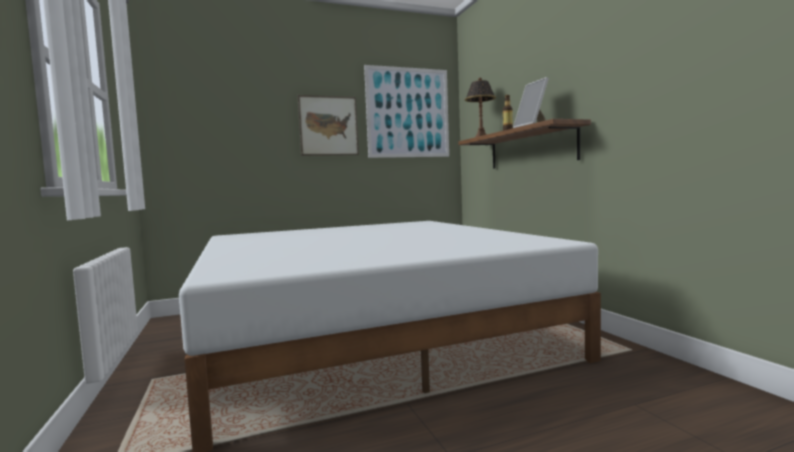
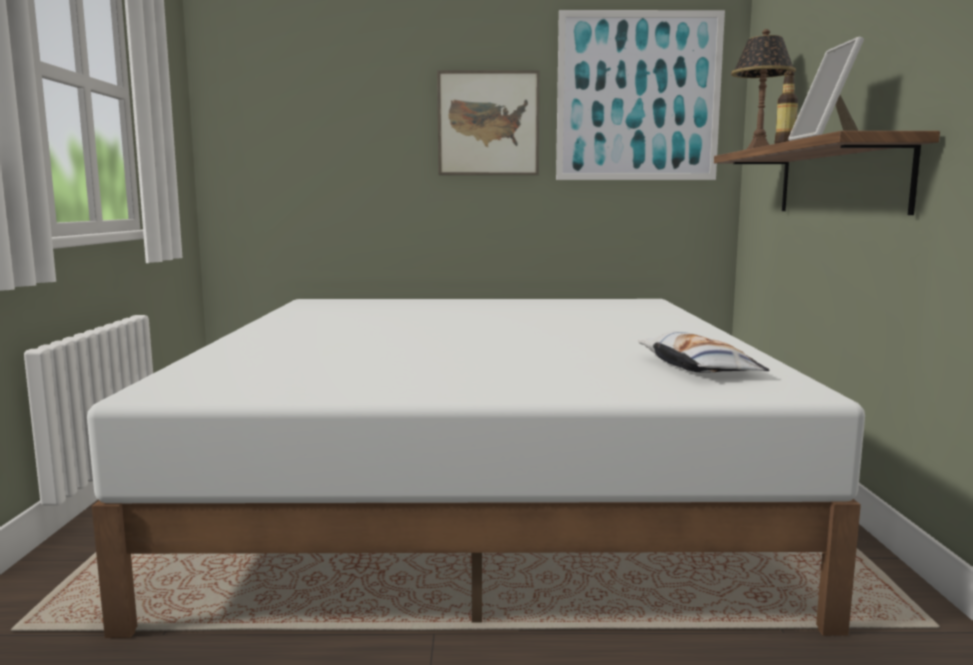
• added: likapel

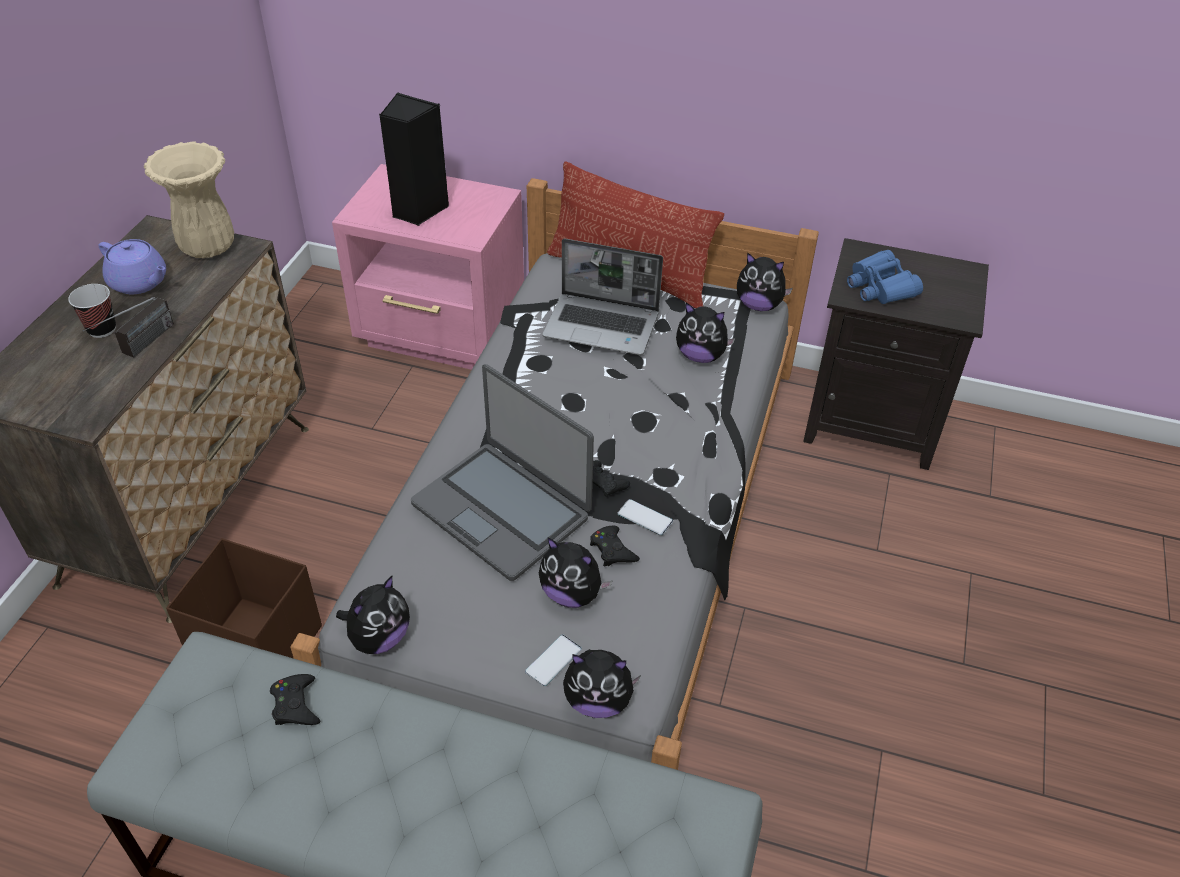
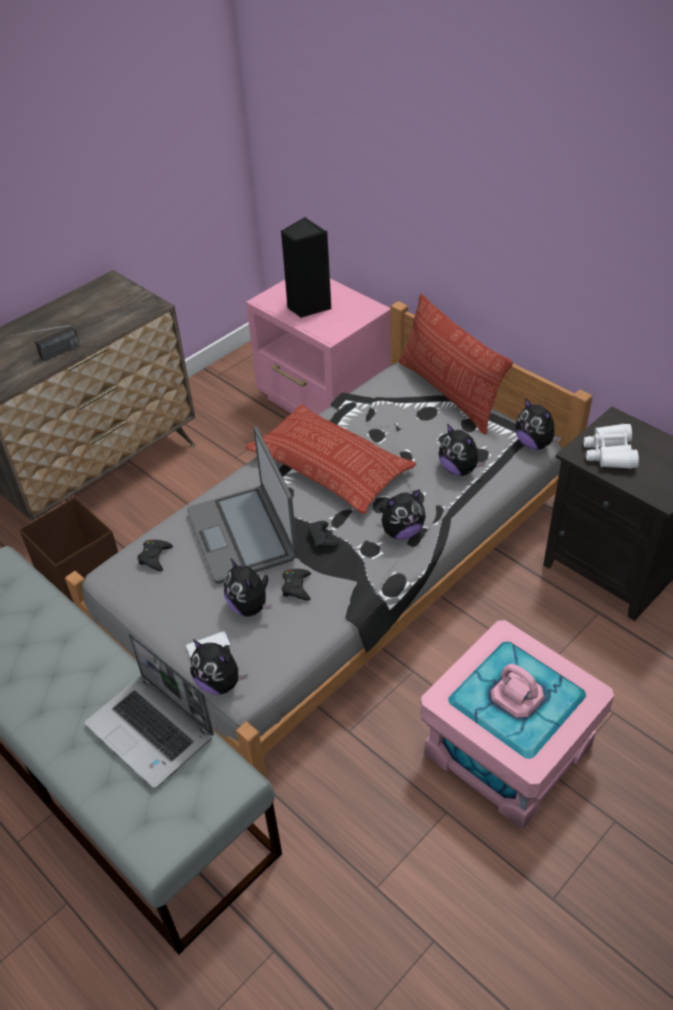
• moved: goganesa (2nd from left in the first image) to goganesa (1st from left)
• moved: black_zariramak (1st from left)
• added: likapel (1st from left)
• moved: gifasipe (1st from left in the first image) to gifasipe (3rd from left)
• added: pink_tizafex
• recoloured: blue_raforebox to white_raforebox
• removed: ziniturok
• removed: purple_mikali
• removed: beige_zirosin
• removed: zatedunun (2nd from left)

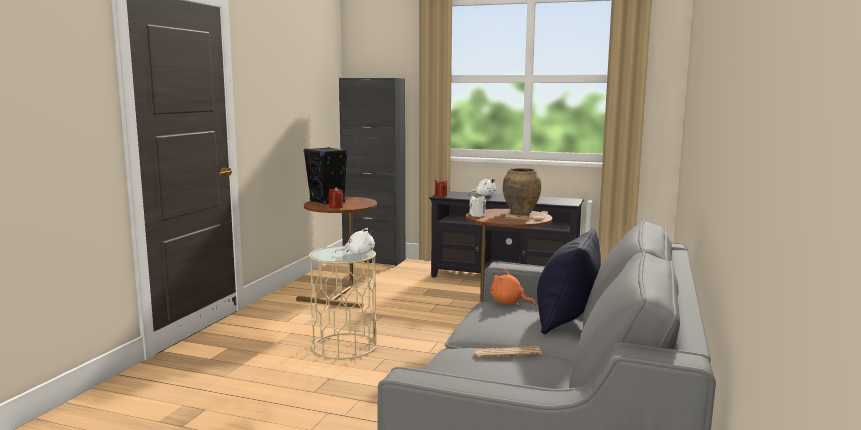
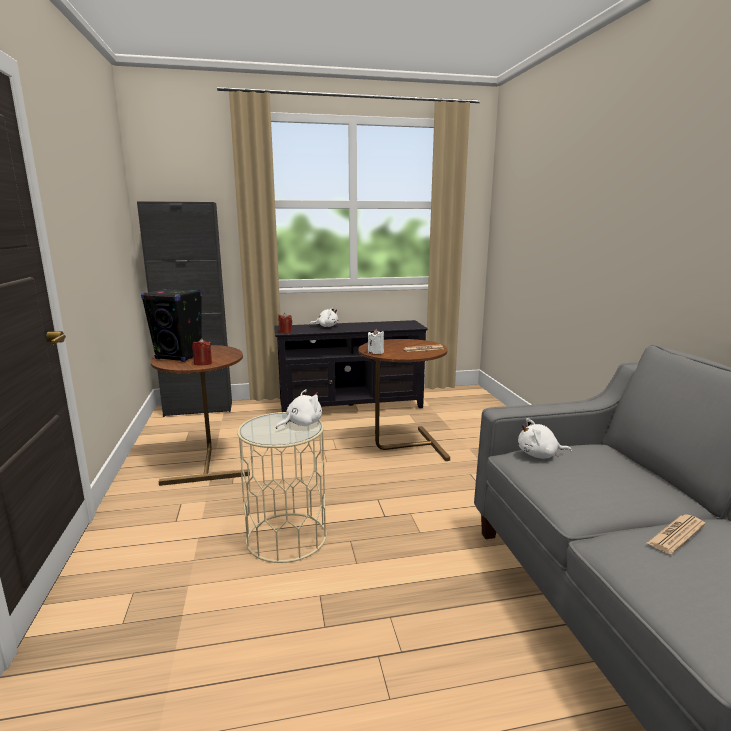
• recoloured: orange_gifasipe to white_gifasipe (3rd from left)
• removed: brown_zirosin
• removed: black_likapel

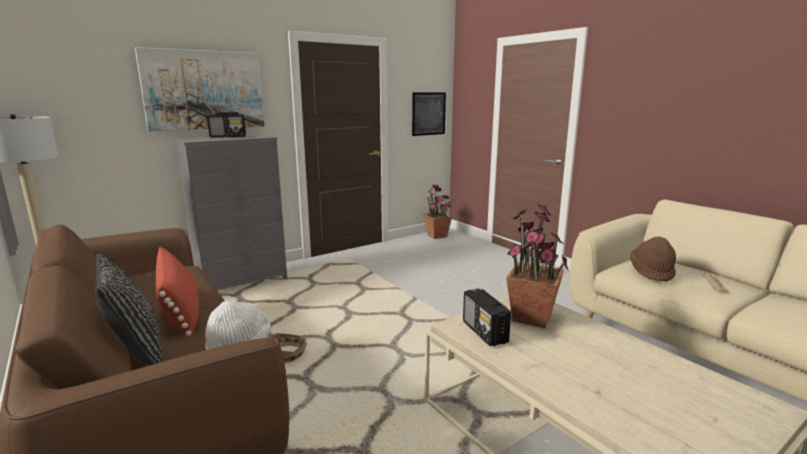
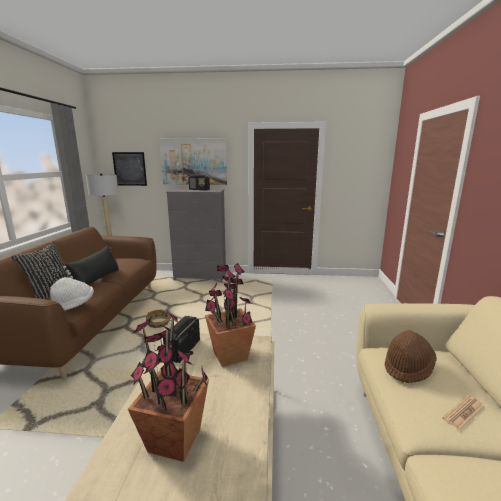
• recoloured: red_likapel to black_likapel (2nd from left)
• moved: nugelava (2nd from left in the first image) to nugelava (1st from left)
• moved: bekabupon (1st from left)

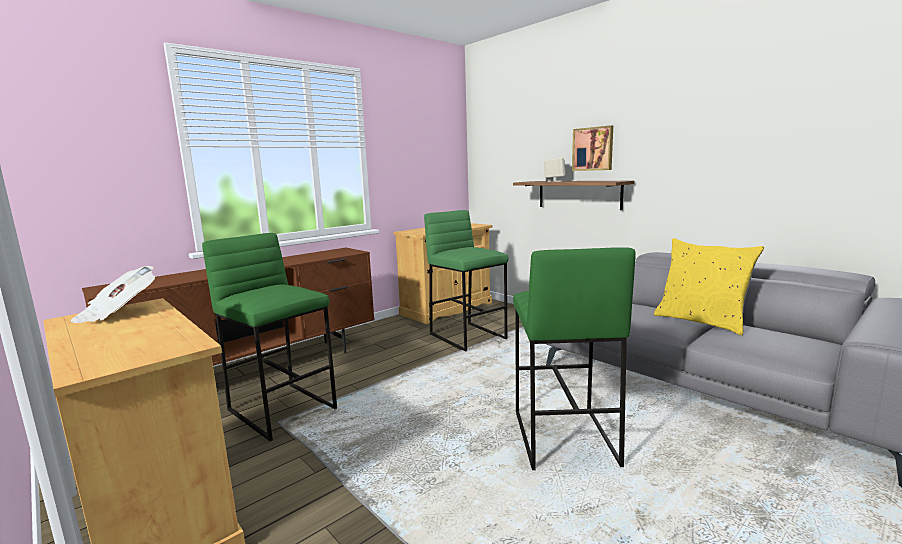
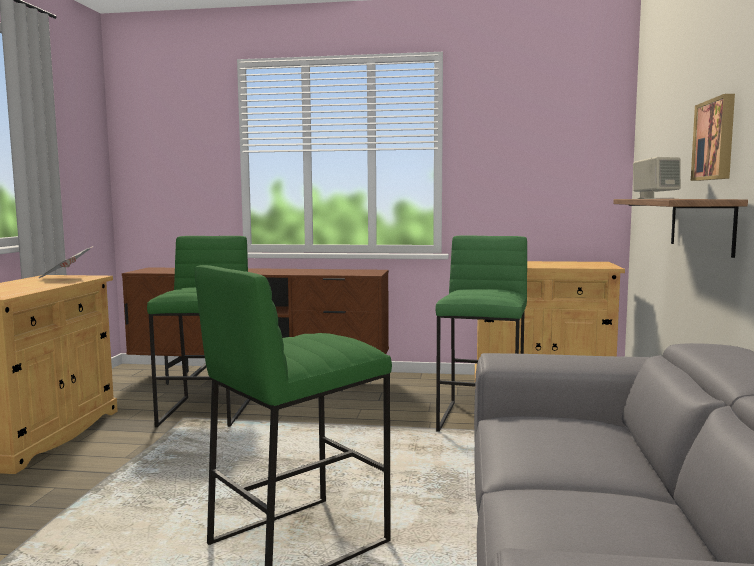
• removed: yellow_likapel

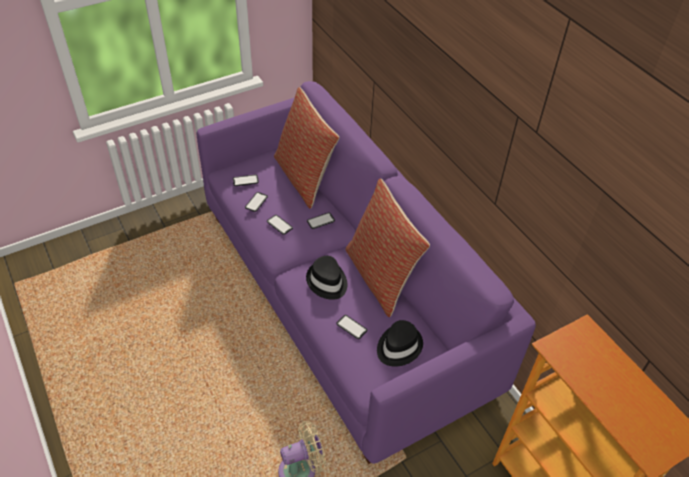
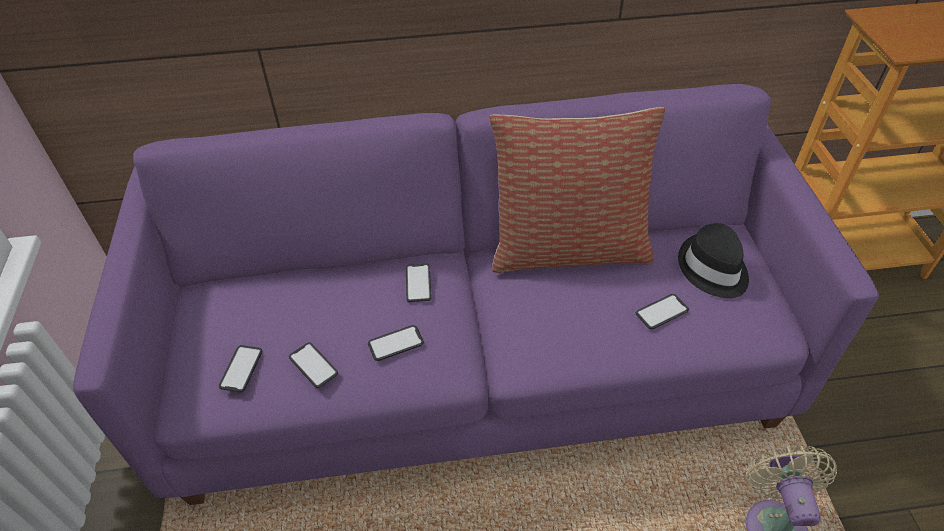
• removed: likapel (1st from left)
• removed: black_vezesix (1st from left)

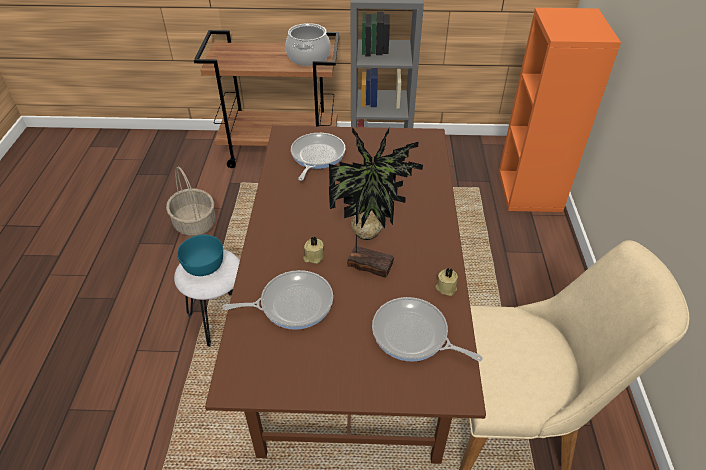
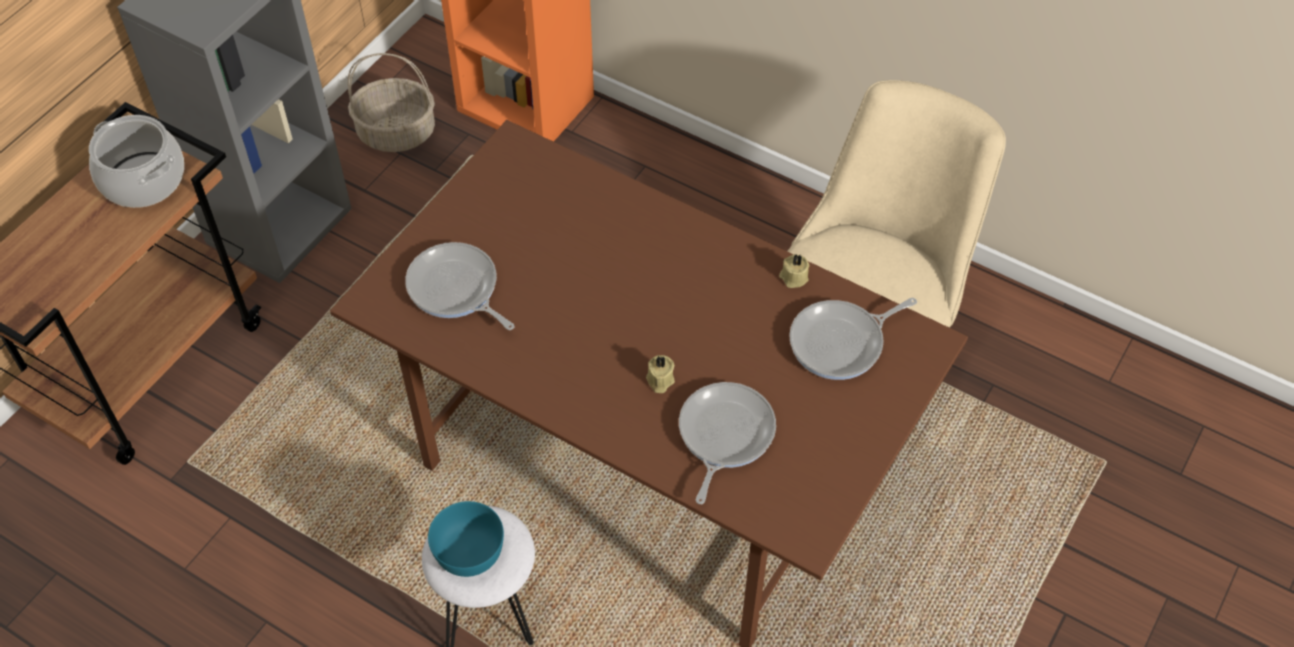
• moved: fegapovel
• removed: bekabupon

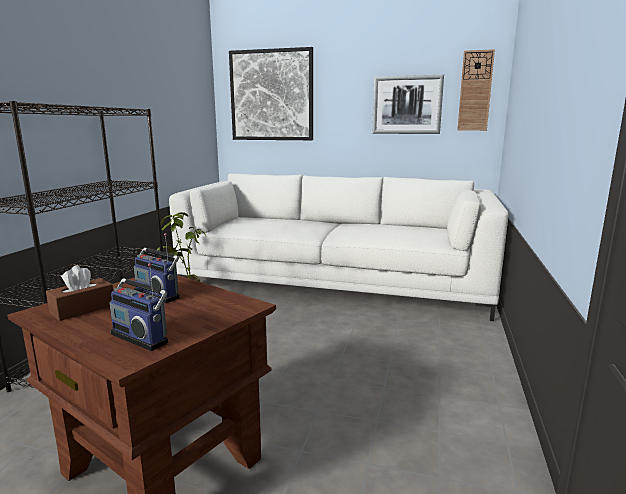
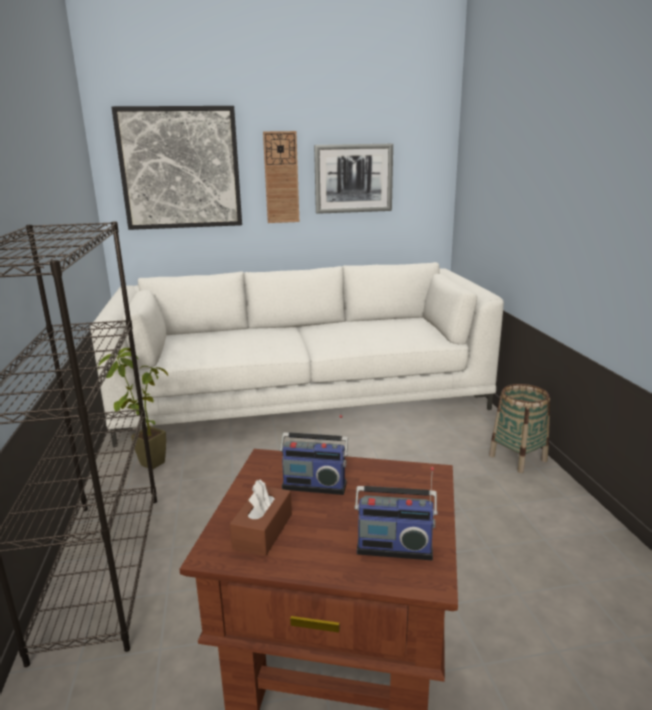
• moved: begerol
• added: fegapovel

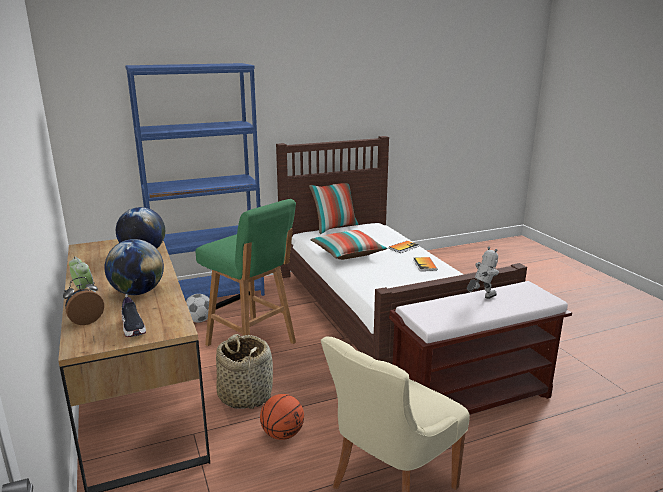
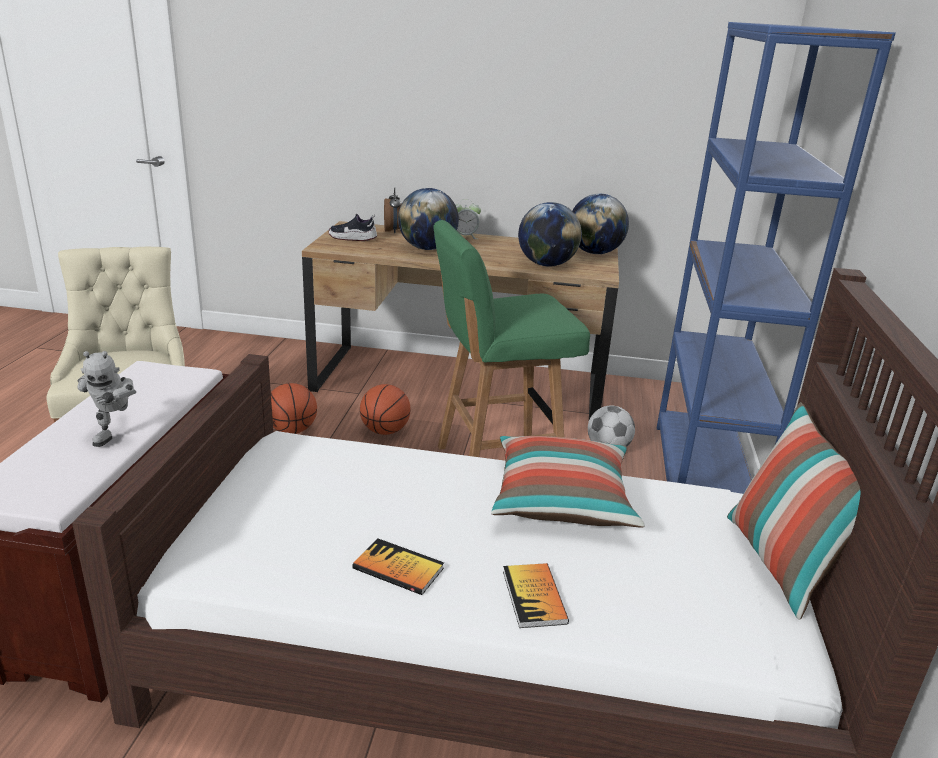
• replaced: fegapovel to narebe (2nd from left)
• added: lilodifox (3rd from left)

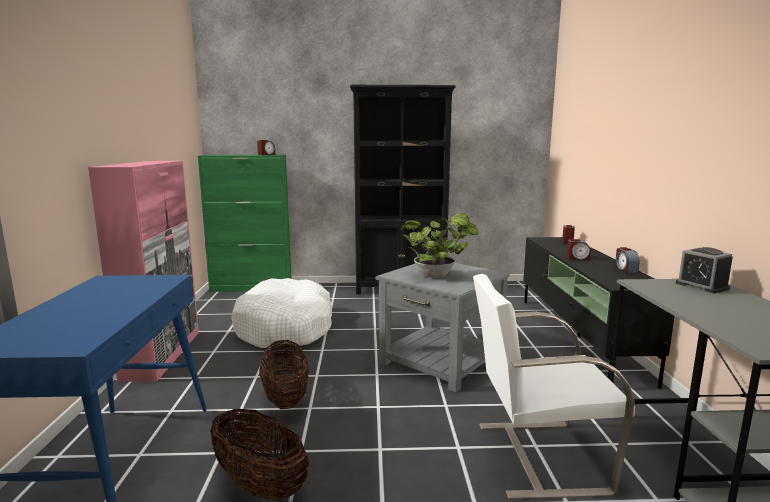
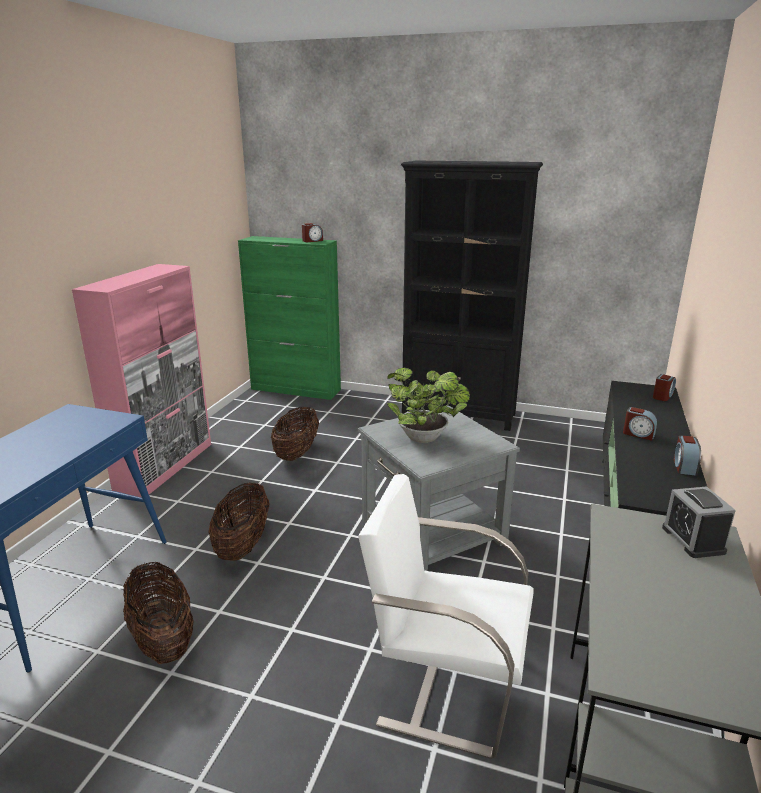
• replaced: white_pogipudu to fegapovel (3rd from left)

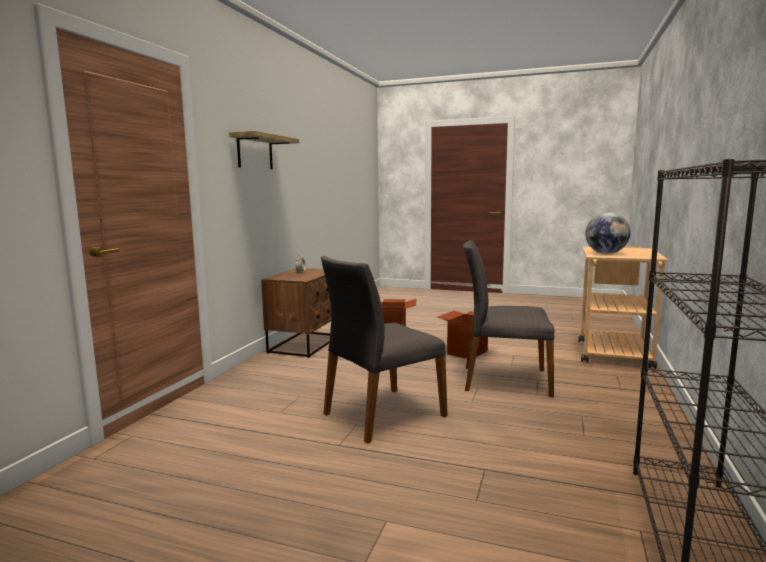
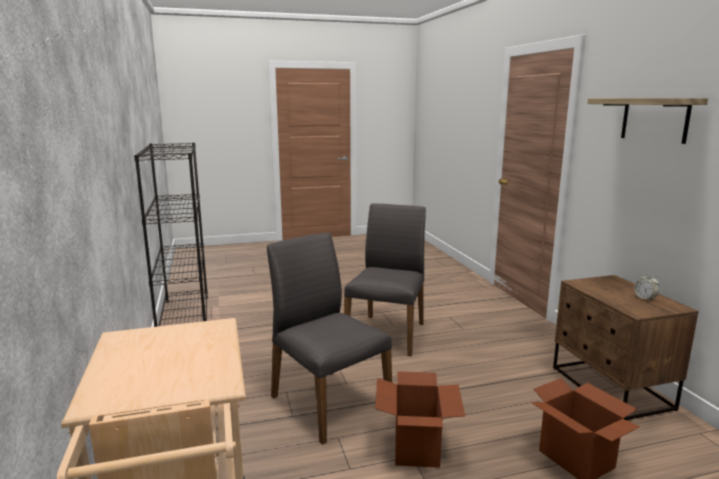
• turned: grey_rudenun (2nd from left in the first image) 105 degrees counterclockwise
• removed: lilodifox

